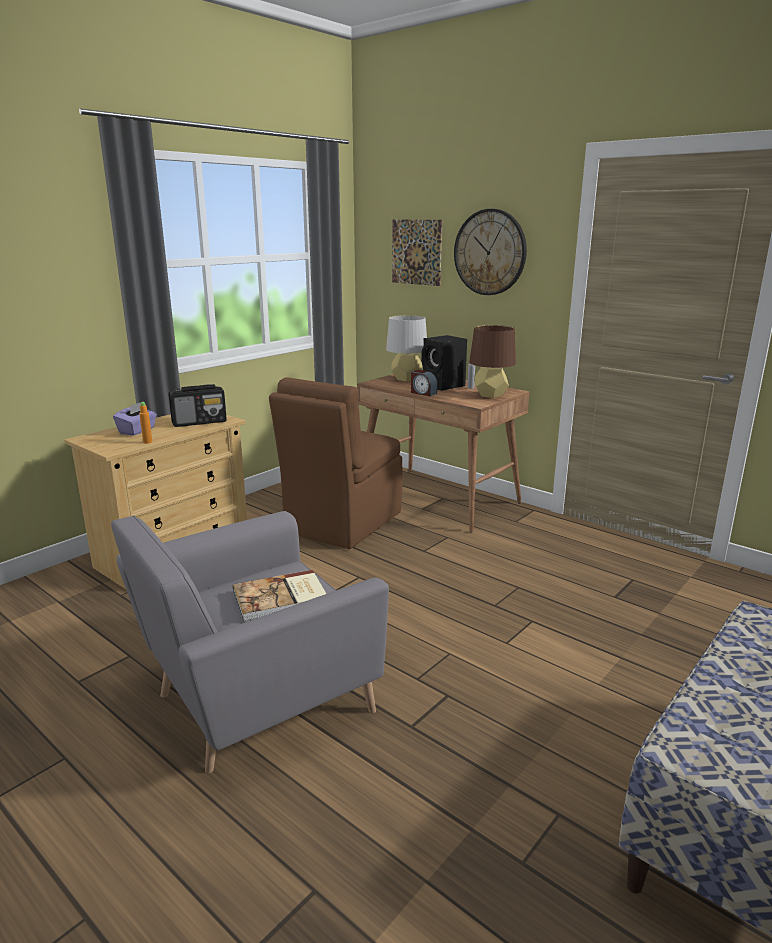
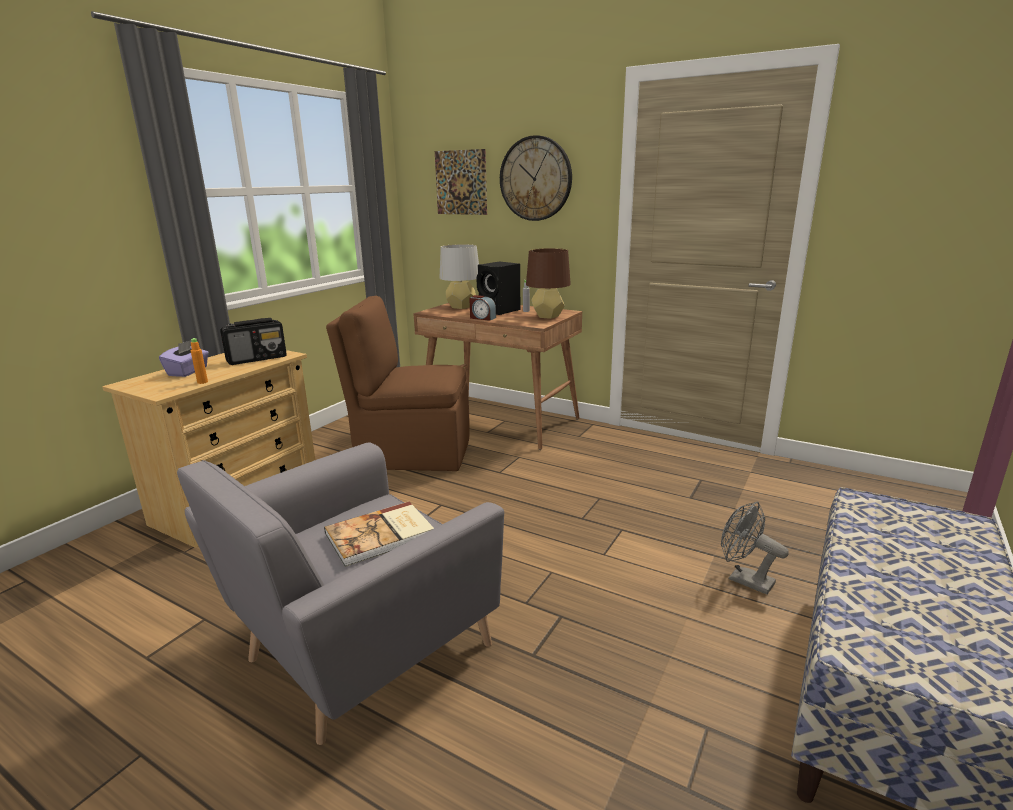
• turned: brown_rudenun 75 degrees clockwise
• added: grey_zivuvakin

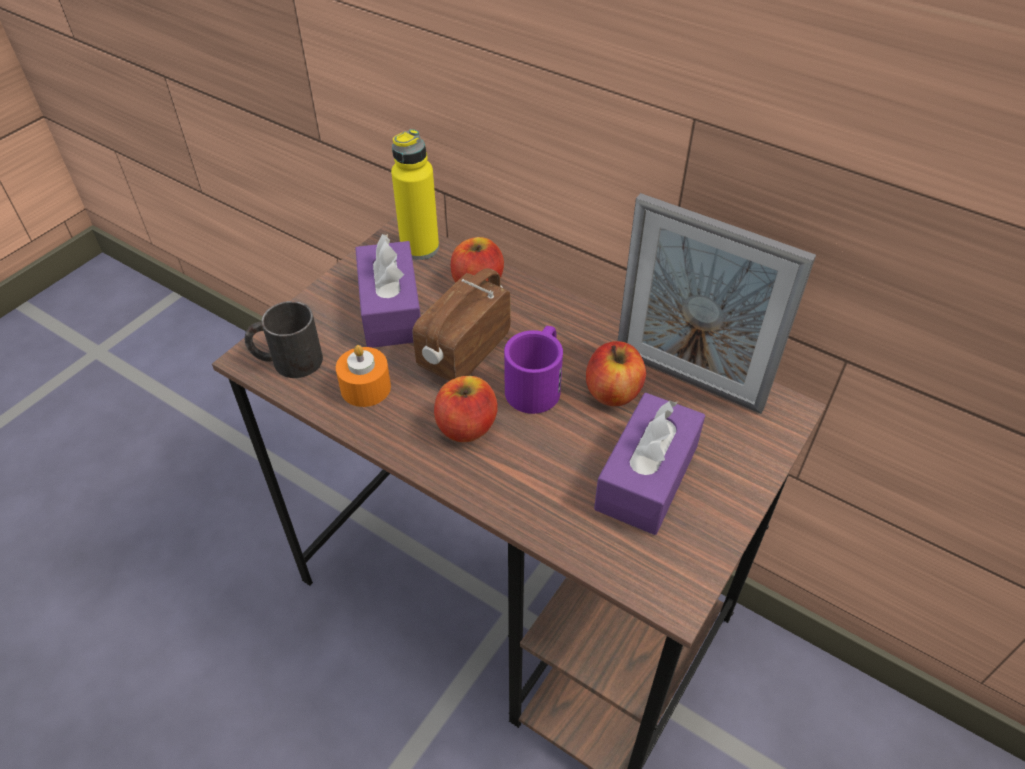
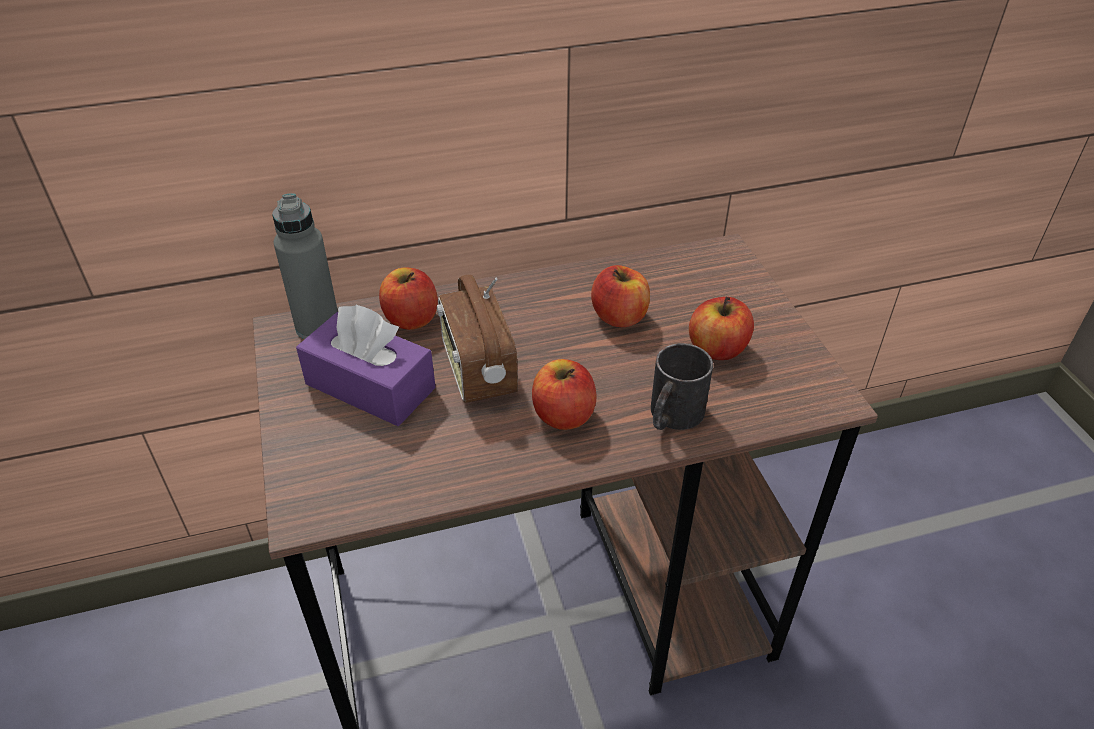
• recoloured: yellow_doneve to grey_doneve
• moved: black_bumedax
• replaced: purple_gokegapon (2nd from left) to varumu (4th from left)
• removed: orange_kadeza
• removed: purple_bumedax
• removed: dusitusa

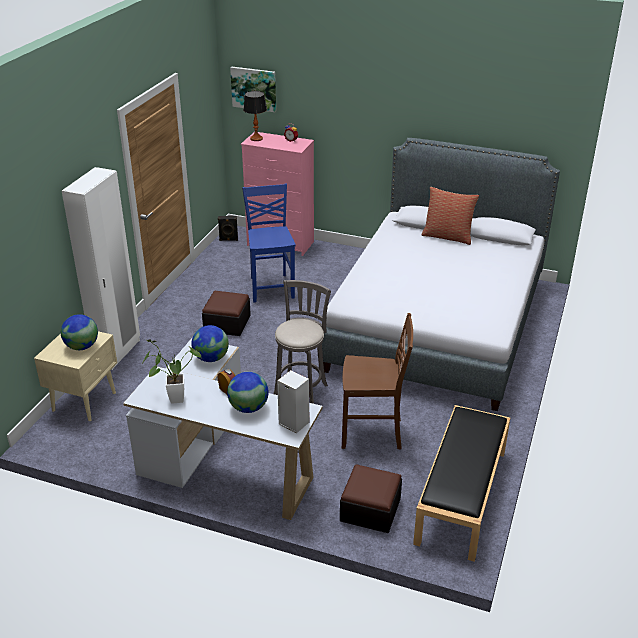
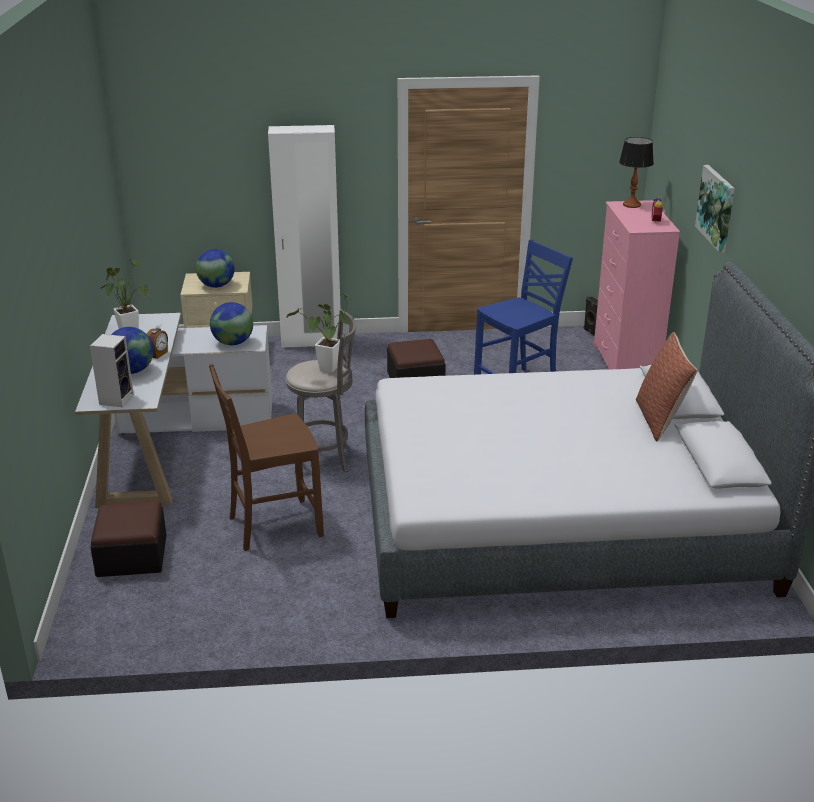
• turned: brown_rudenun 90 degrees clockwise
• added: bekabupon (2nd from left)
• moved: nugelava
• removed: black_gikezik

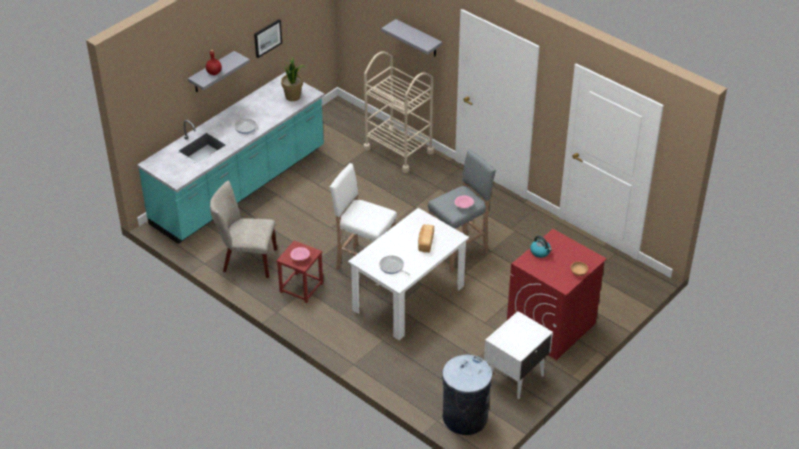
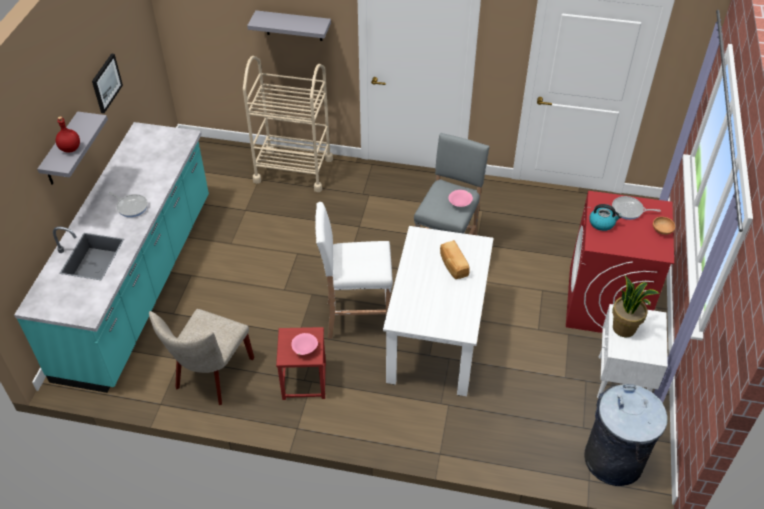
• turned: beige_rudenun 45 degrees counterclockwise
• moved: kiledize (2nd from left)
• moved: bekabupon

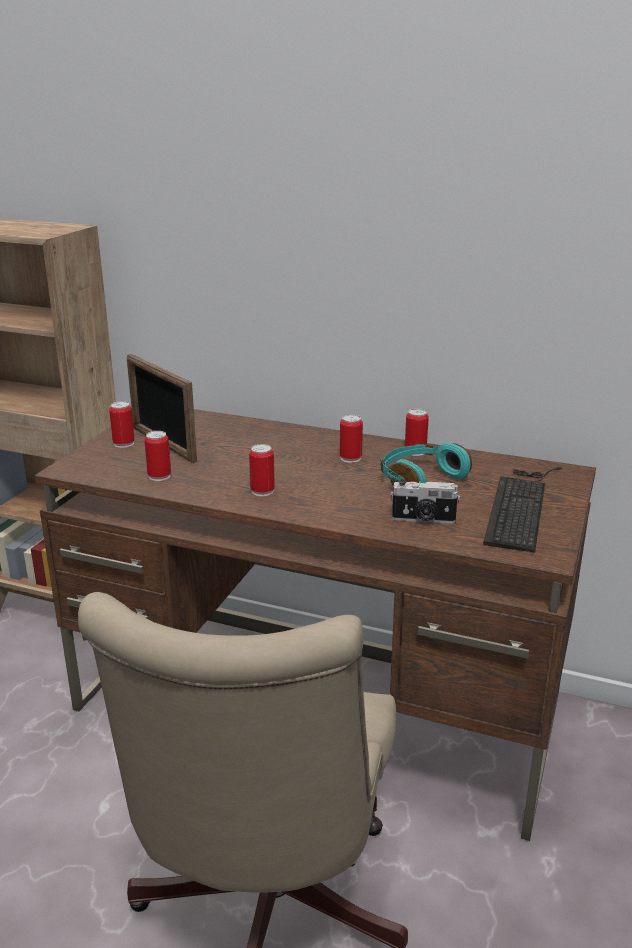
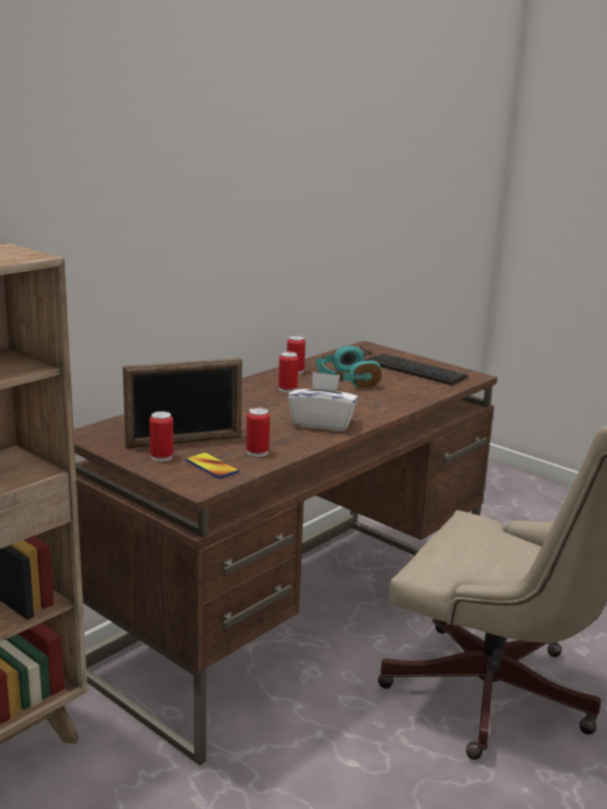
• added: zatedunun
• replaced: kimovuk (3rd from left) to white_gokegapon
• removed: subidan

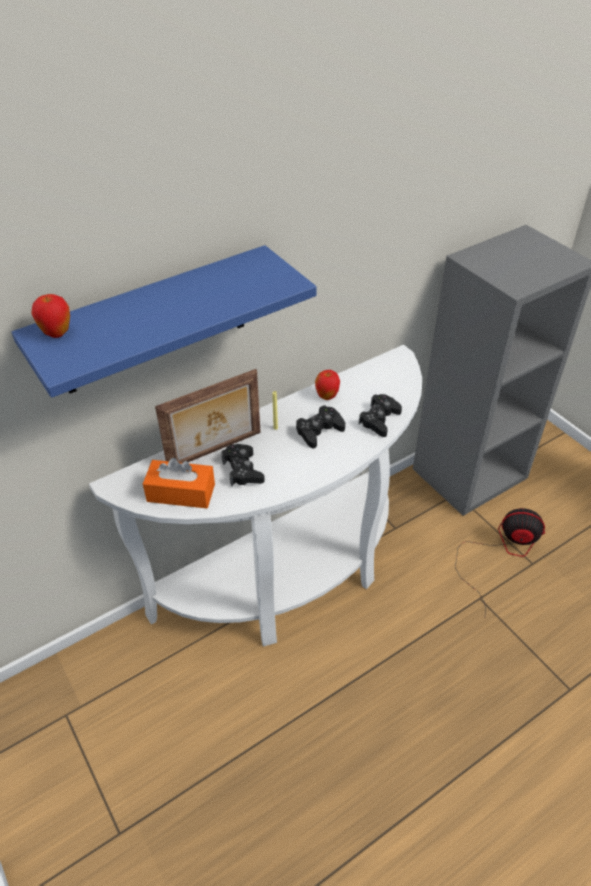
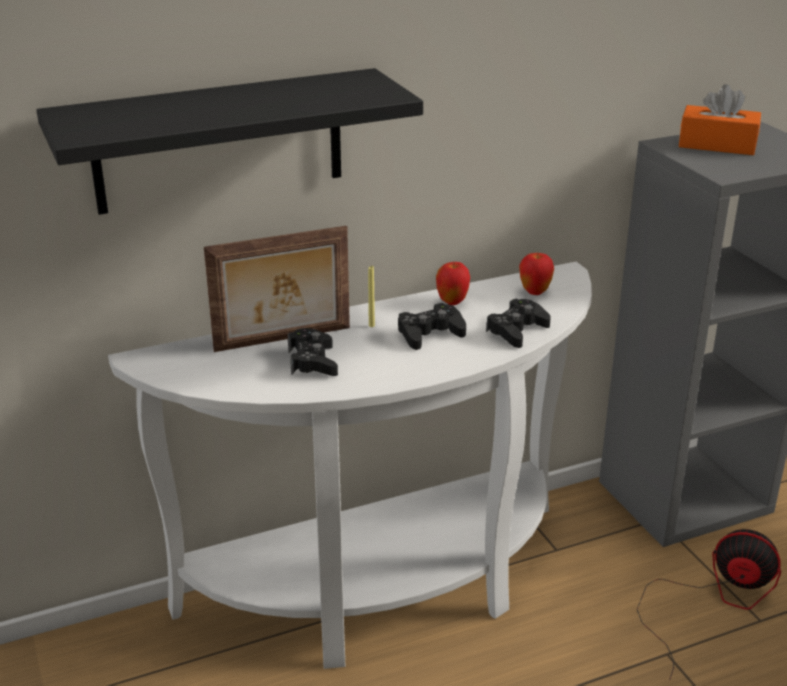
• recoloured: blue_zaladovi to black_zaladovi
• moved: varumu (1st from left in the first image) to varumu (2nd from left)
• moved: orange_gokegapon

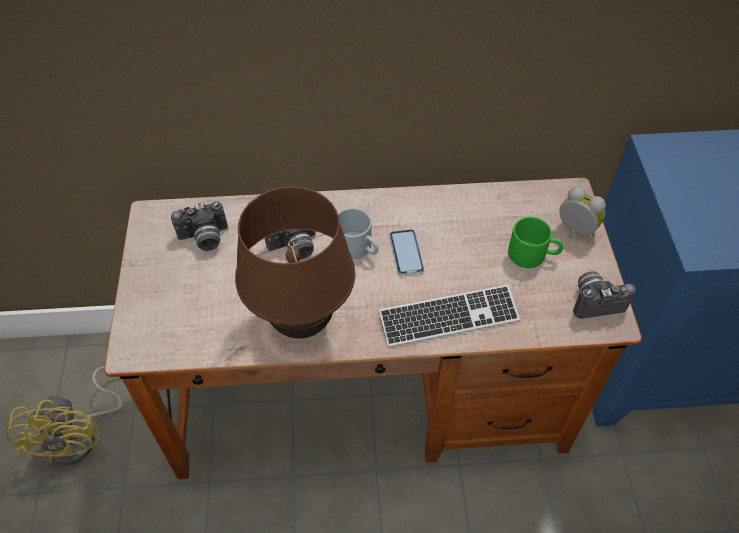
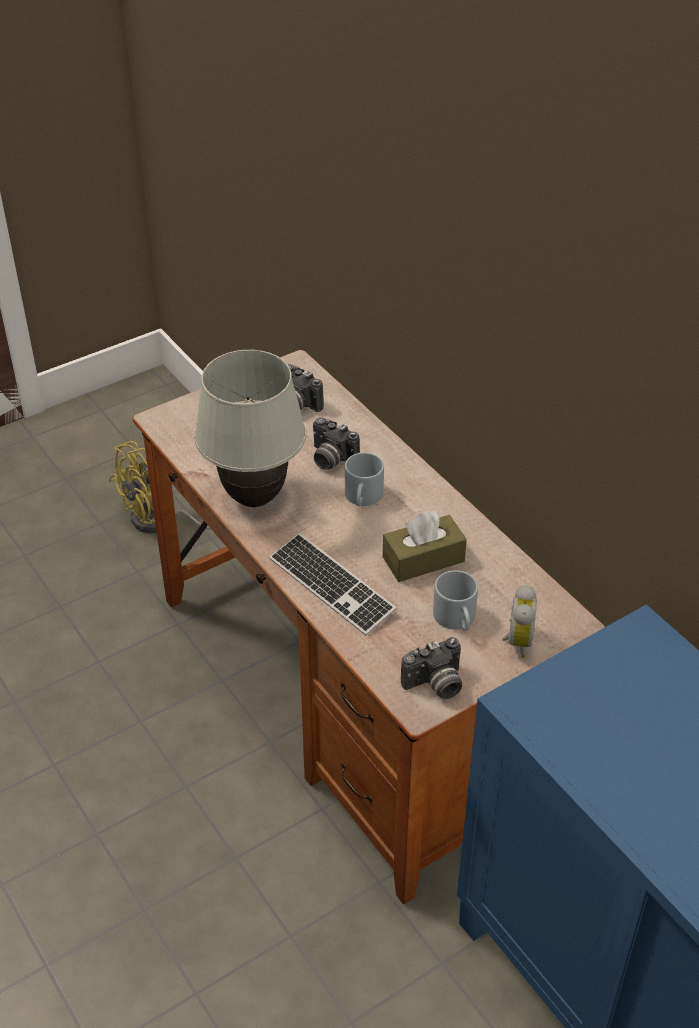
• recoloured: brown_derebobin to white_derebobin
• added: brown_gokegapon
• turned: subidan (3rd from left) 105 degrees clockwise
• recoloured: green_bumedax to grey_bumedax (2nd from left)
• removed: zatedunun

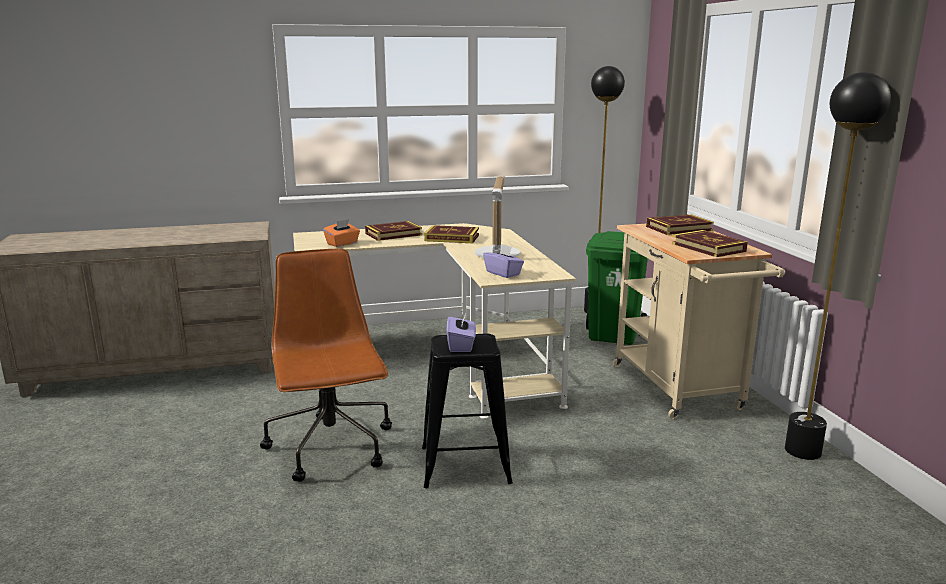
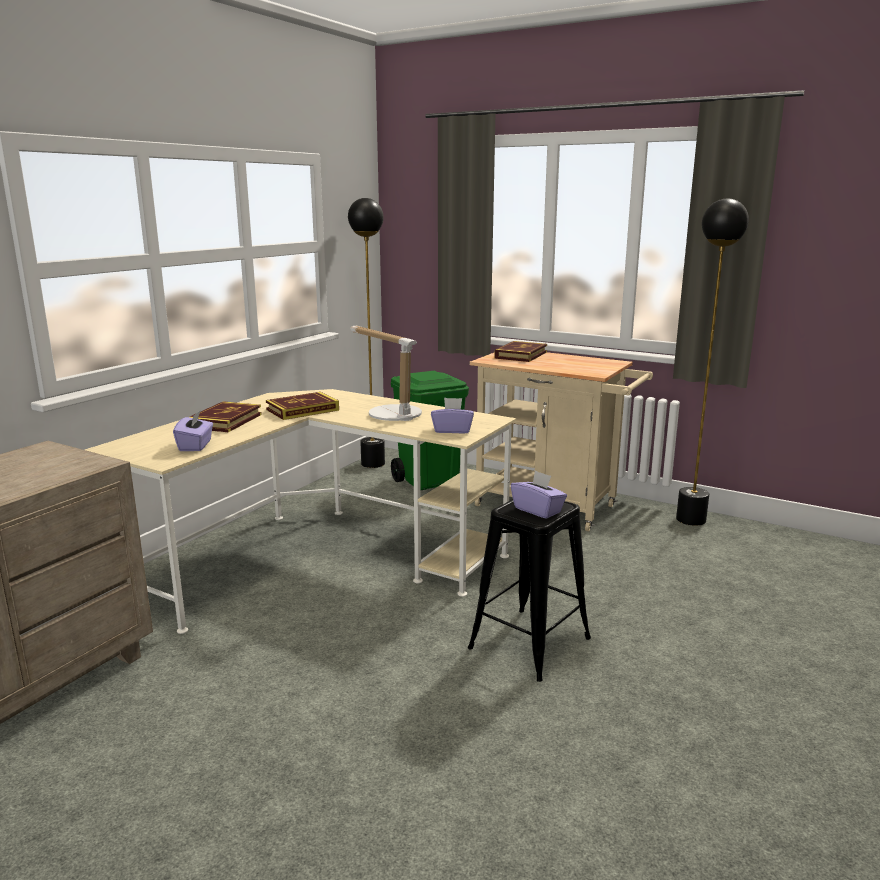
• recoloured: orange_gokegapon to purple_gokegapon (1st from left)
• removed: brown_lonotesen
• removed: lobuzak (4th from left)

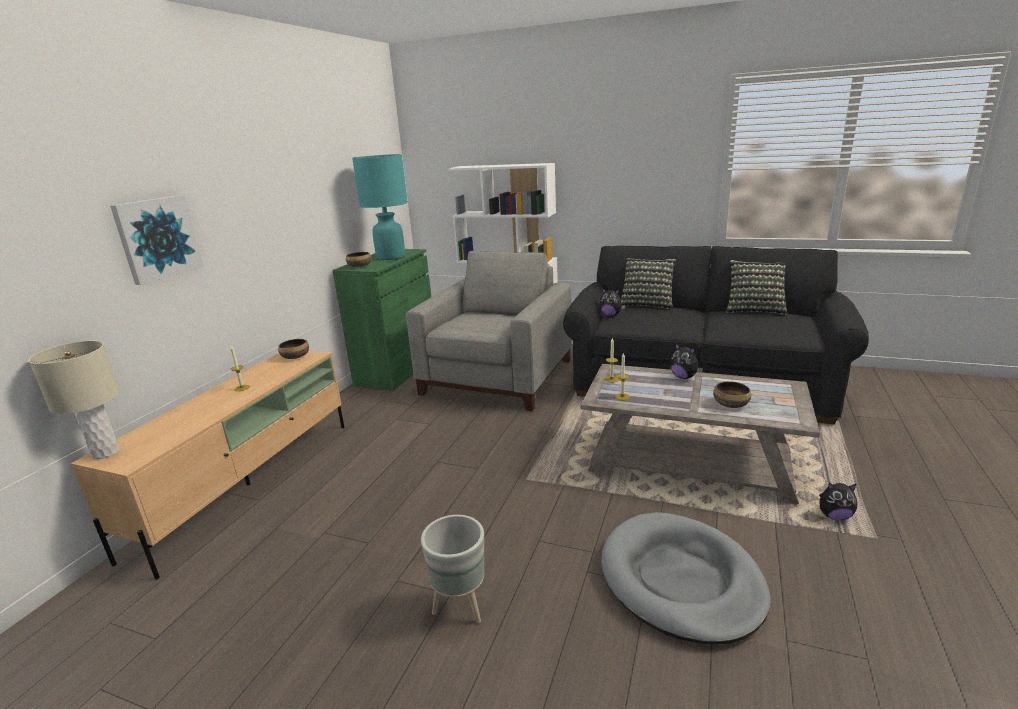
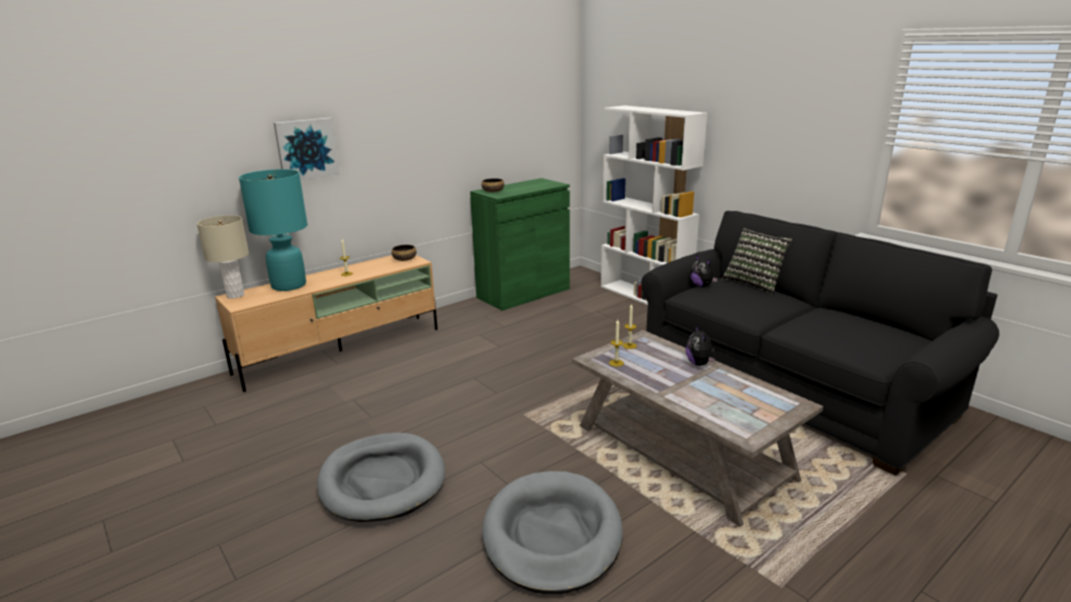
• moved: turquoise_derebobin
• replaced: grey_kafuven to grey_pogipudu (1st from left)
• removed: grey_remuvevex
• removed: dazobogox (3rd from left)
• removed: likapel (2nd from left)
• removed: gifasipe (3rd from left)

